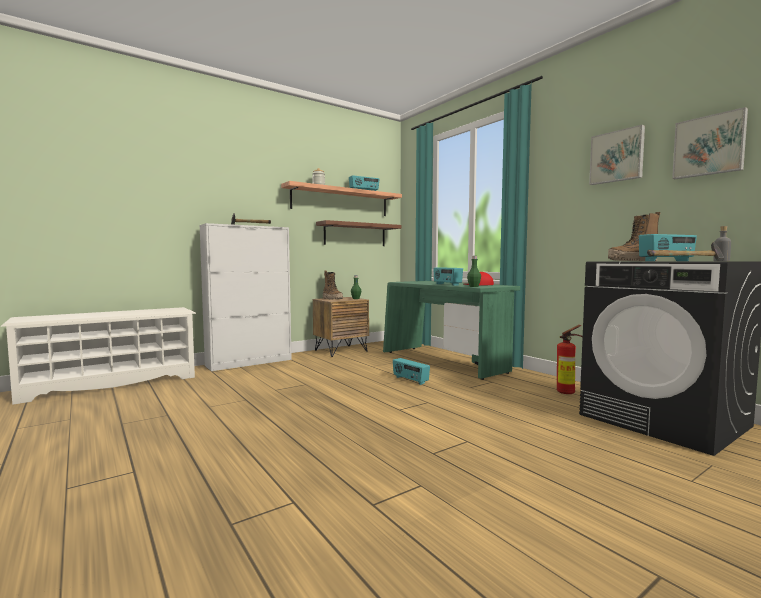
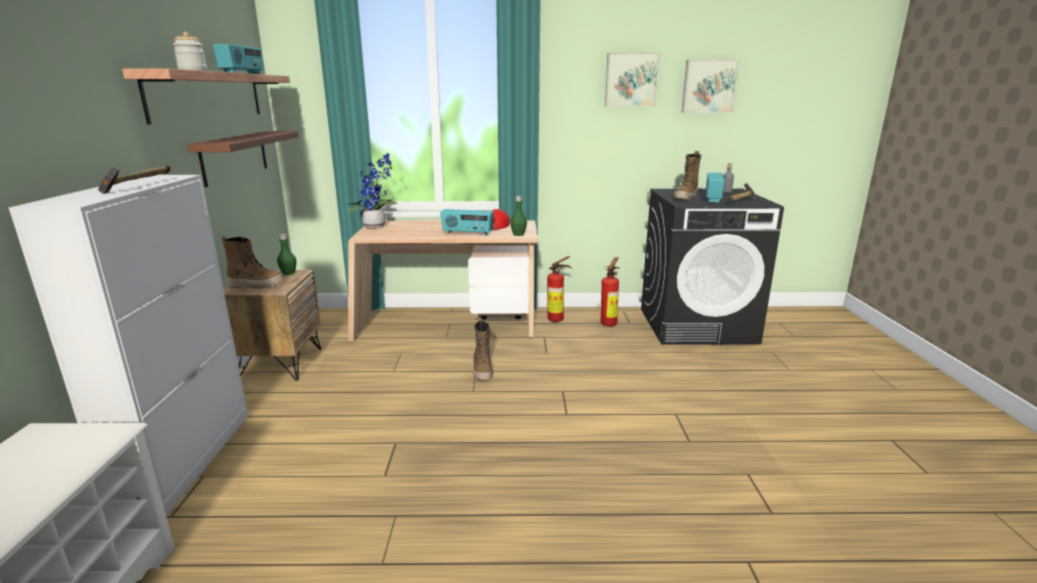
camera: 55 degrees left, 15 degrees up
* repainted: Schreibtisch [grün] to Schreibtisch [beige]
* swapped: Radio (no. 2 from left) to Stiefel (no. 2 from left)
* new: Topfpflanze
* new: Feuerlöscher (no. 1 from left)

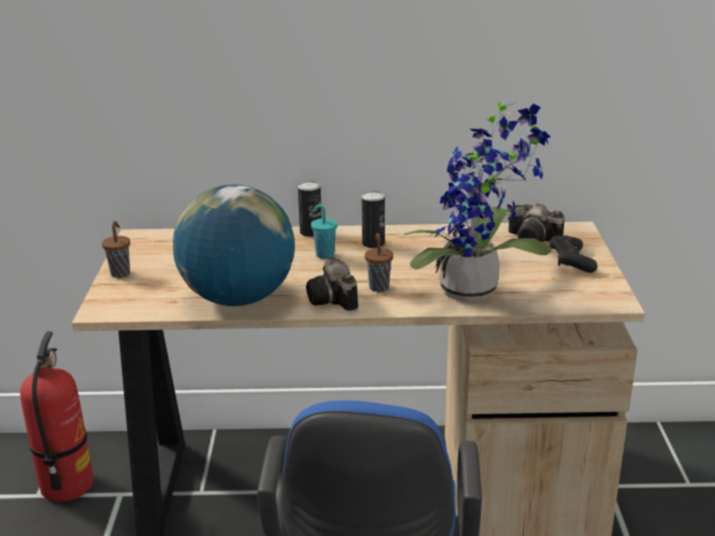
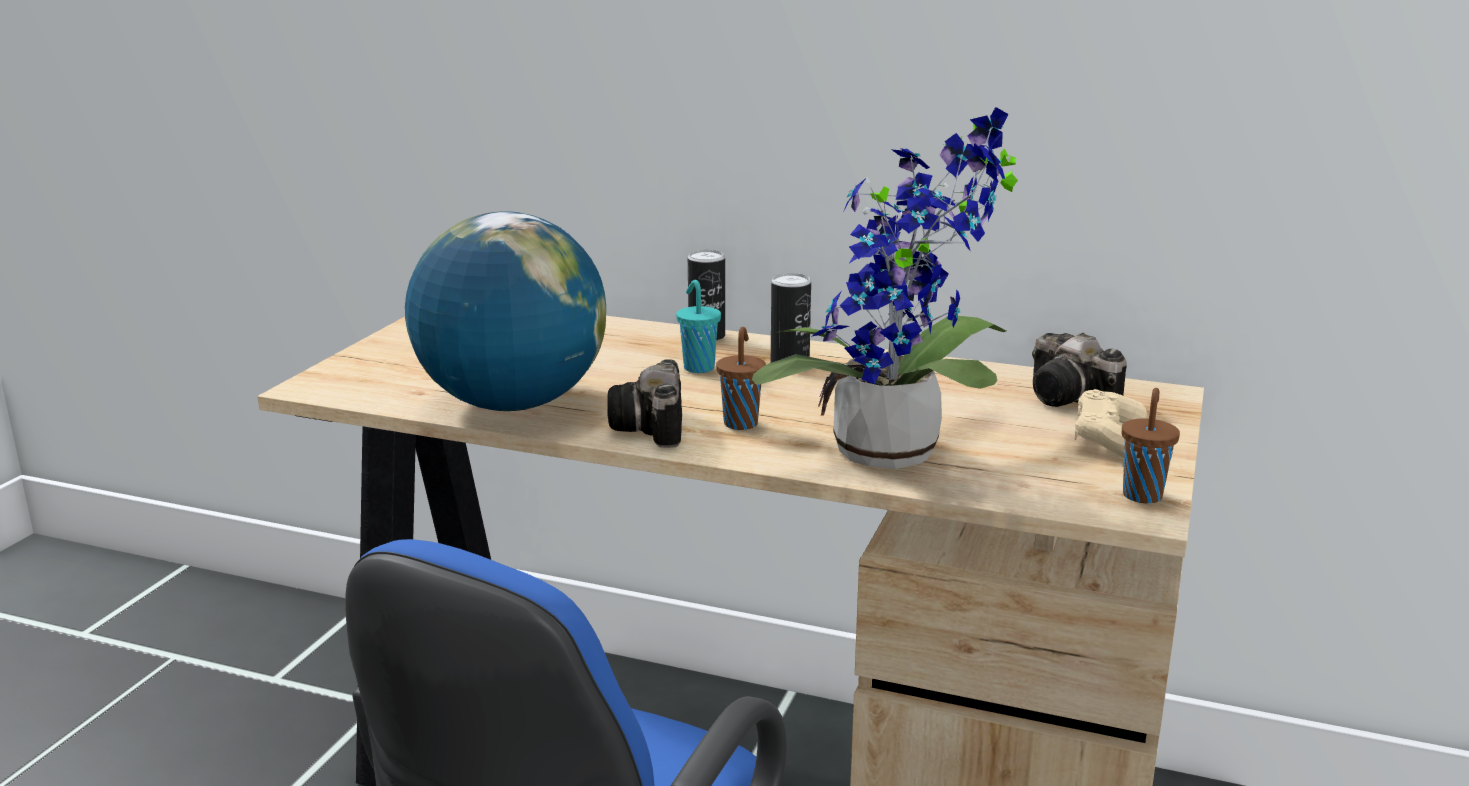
camera: 20 degrees right, 5 degrees down
* gone: Feuerlöscher
* shifted: Tasse [braun] (no. 1 from left in the first image) to Tasse [braun] (no. 2 from left)
* repainted: Gamepad [schwarz] to Gamepad [beige]

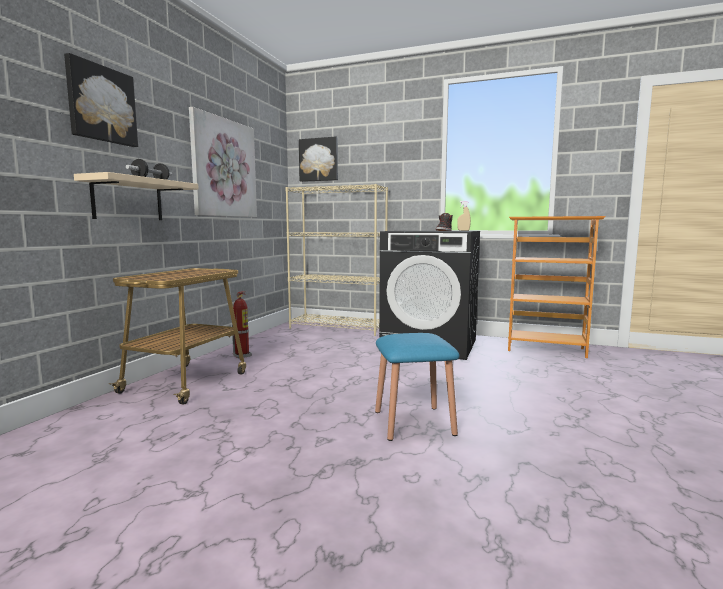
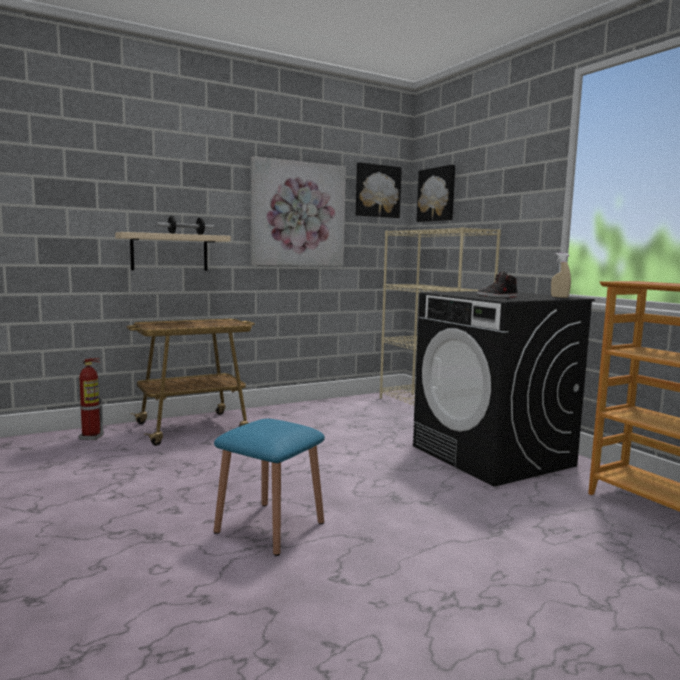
camera: 40 degrees right, 0 degrees up
* shifted: Bild (no. 1 from left in the first image) to Bild (no. 2 from left)
* shifted: Feuerlöscher

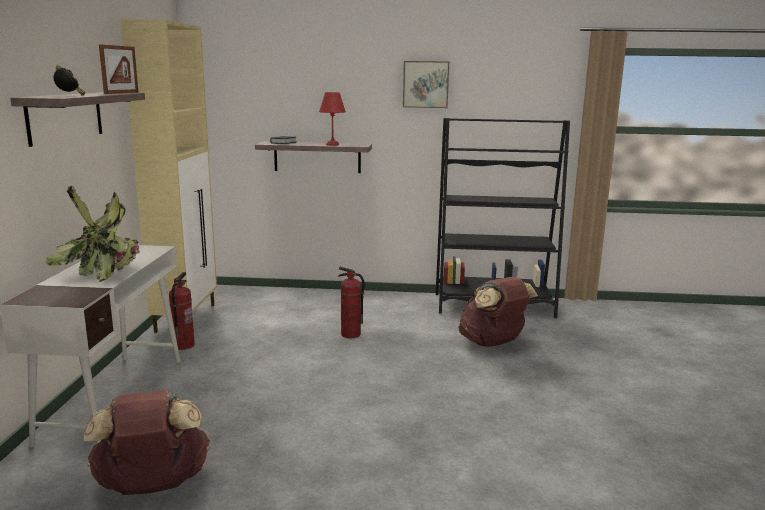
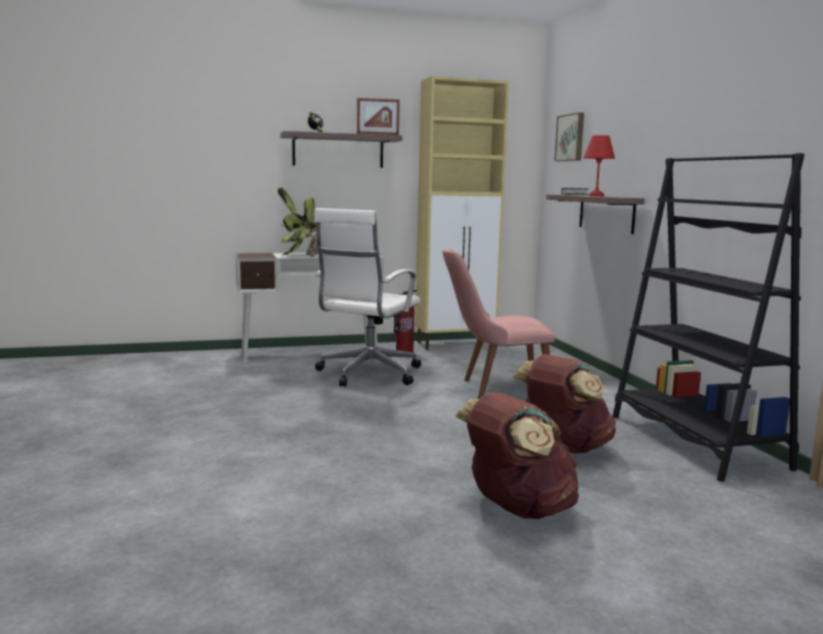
camera: 70 degrees right, 5 degrees down
* shifted: Rucksack [braun] (no. 1 from left)
* swapped: Feuerlöscher (no. 2 from left) to Stuhl [rosa]
* shifted: Bild
* new: Bürostuhl [weiß]

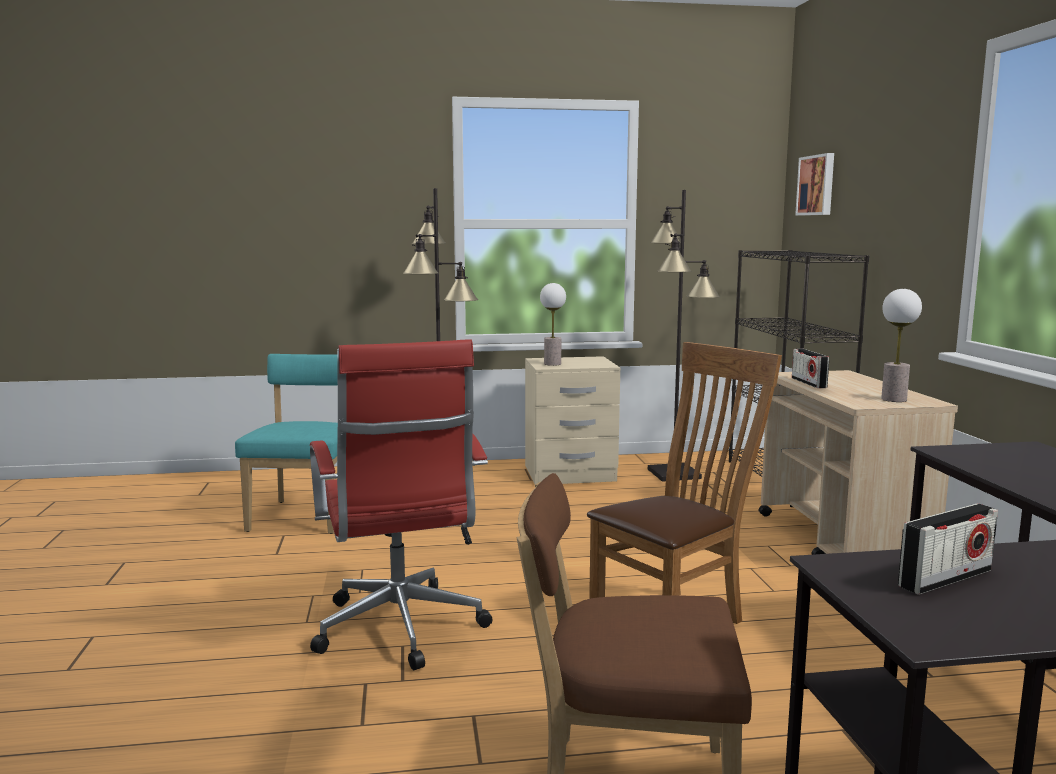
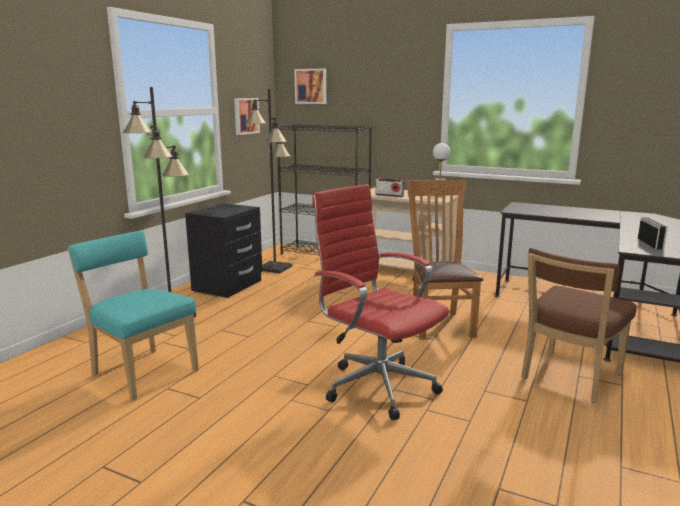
camera: 55 degrees left, 5 degrees up
* rotated: Bürostuhl [rot] 150 degrees counterclockwise
* repainted: Nachttisch [beige] to Nachttisch [schwarz]
* gone: Tischlampe (no. 1 from left)
* new: Bild (no. 1 from left)

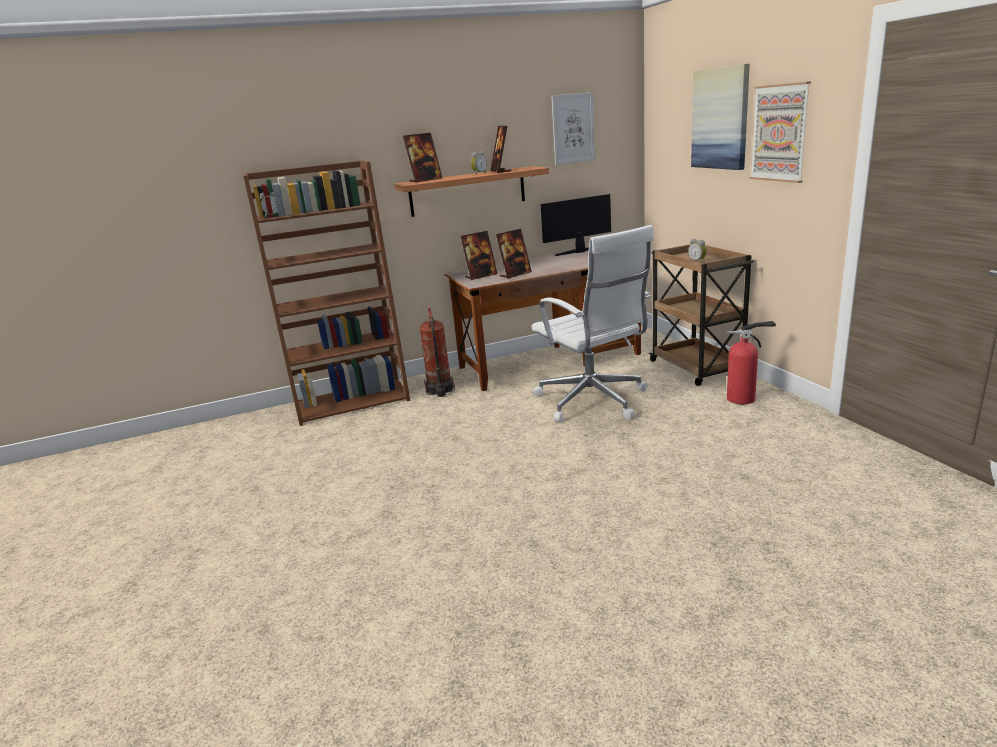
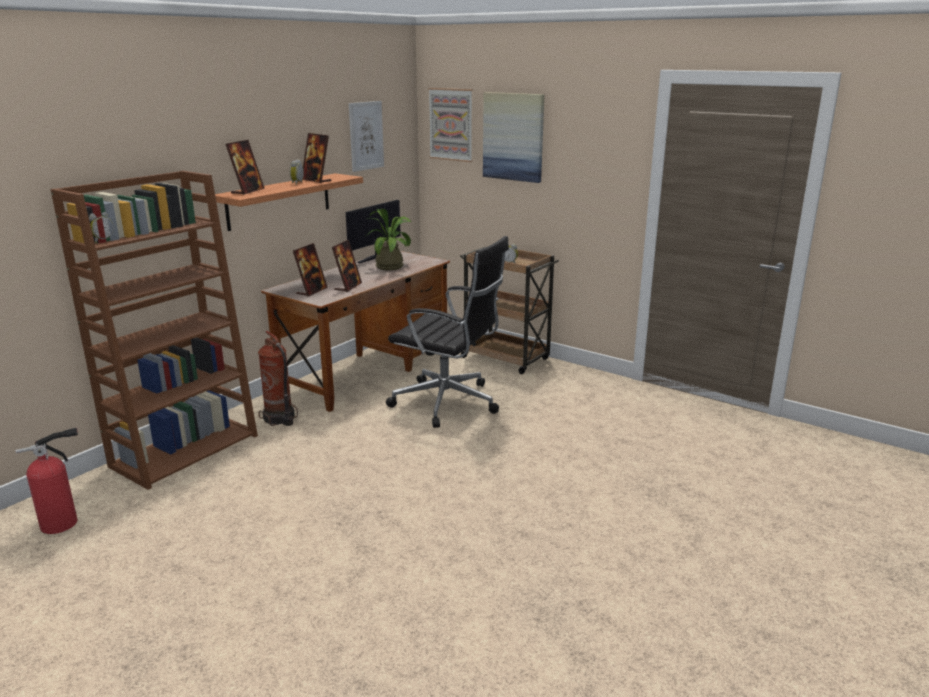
camera: 35 degrees left, 0 degrees up
* repainted: Bürostuhl [weiß] to Bürostuhl [schwarz]
* shifted: Feuerlöscher (no. 2 from left in the first image) to Feuerlöscher (no. 1 from left)
* shifted: Bild (no. 3 from left in the first image) to Bild (no. 2 from left)
* new: Topfpflanze

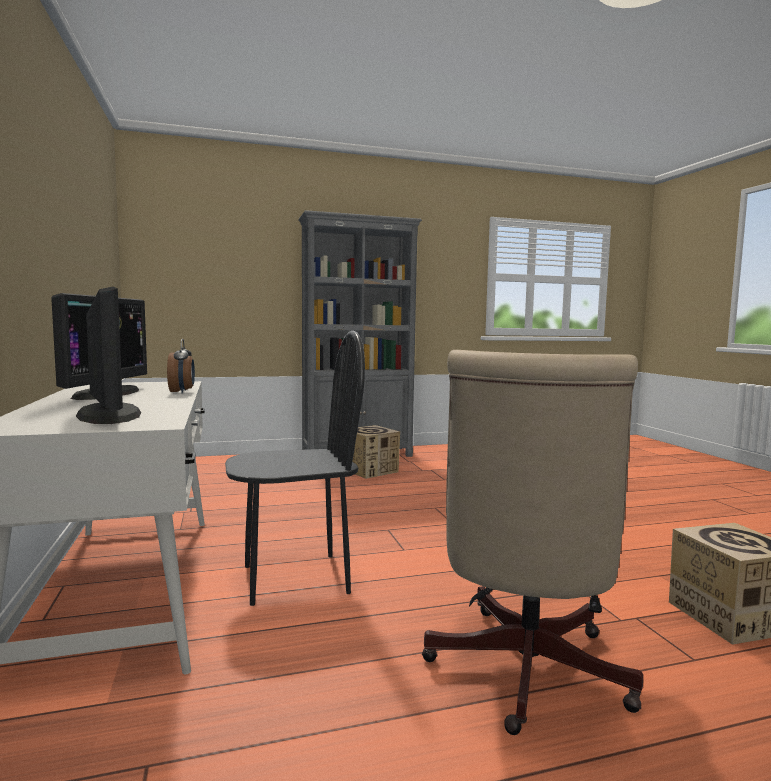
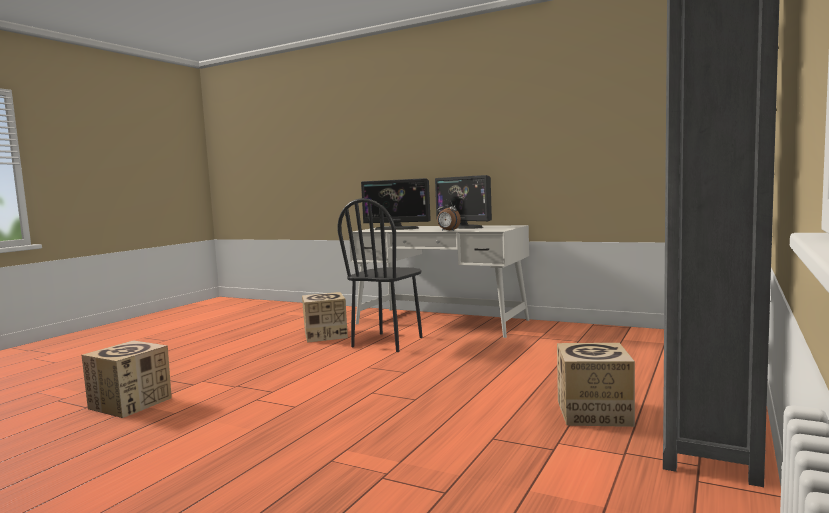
camera: 135 degrees right, 0 degrees up
* gone: Bürostuhl [beige]
* new: Karton (no. 2 from left)

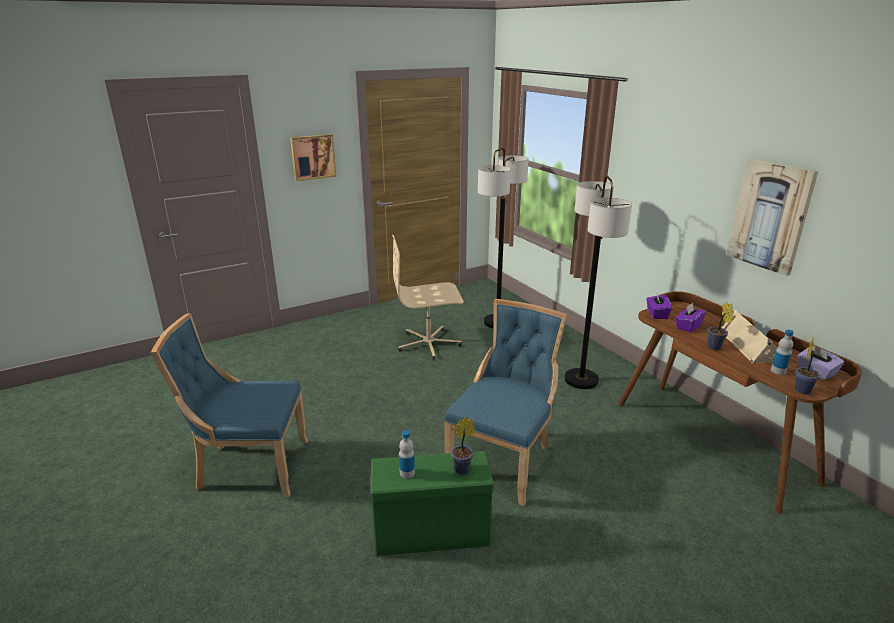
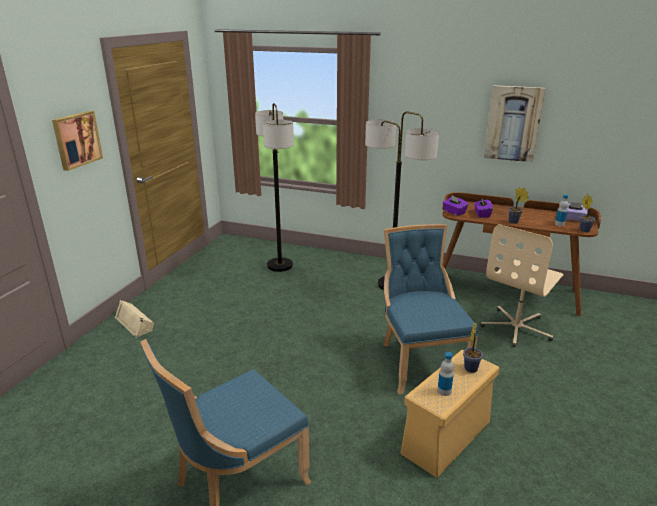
camera: 40 degrees left, 0 degrees up
* repainted: Aufbewahrungsbox [grün] to Aufbewahrungsbox [beige]
* shifted: Bürostuhl [beige]
* shifted: Lautsprecher [beige]

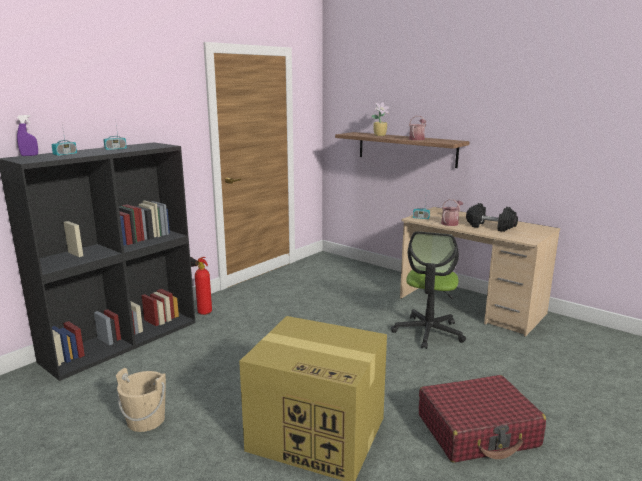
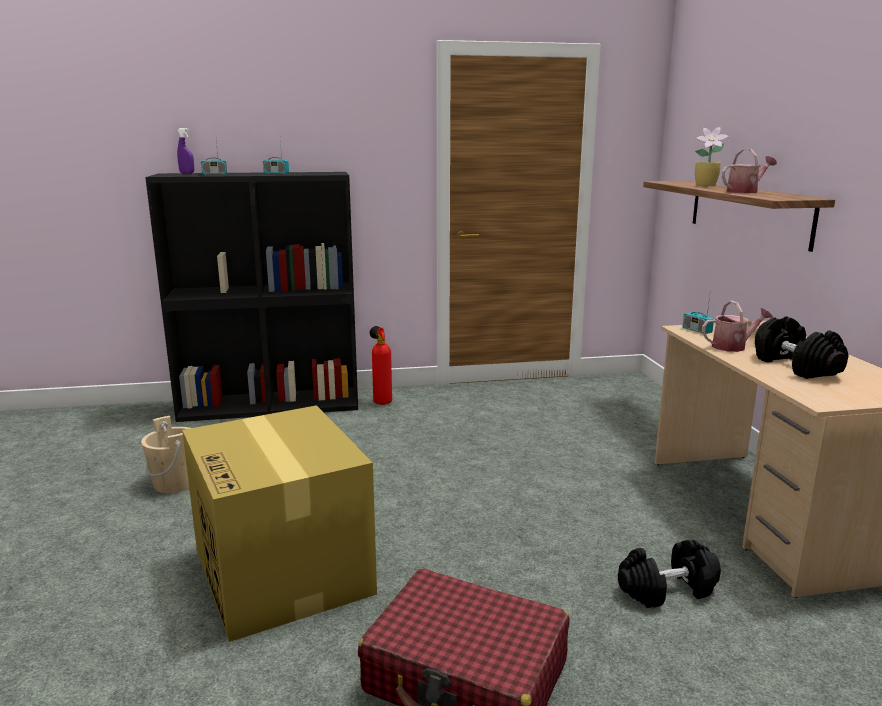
camera: 40 degrees right, 0 degrees up
* gone: Bürostuhl
* new: Hantel [schwarz] (no. 1 from left)

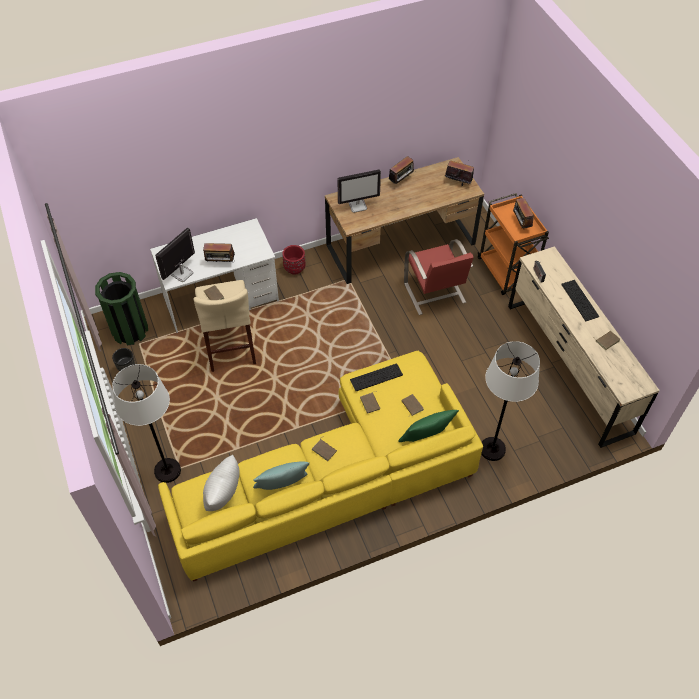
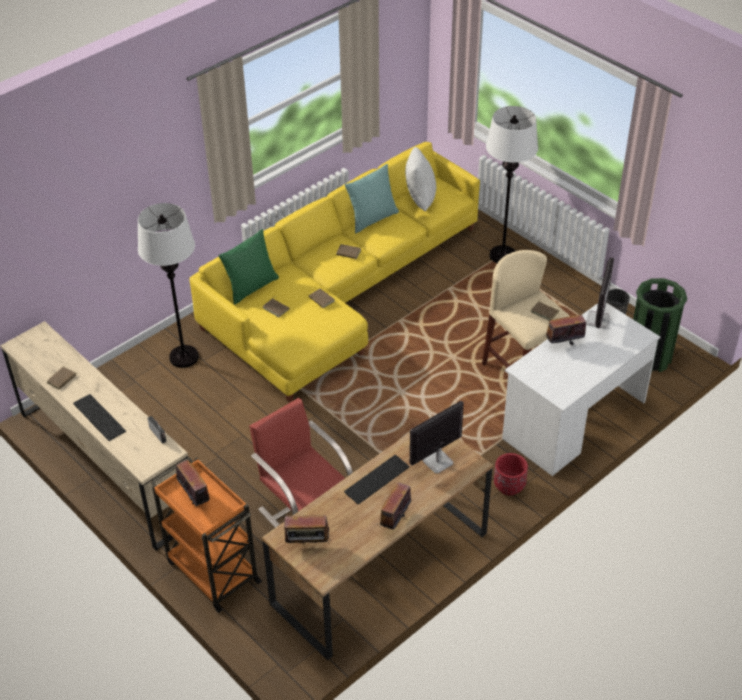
camera: 160 degrees right, 10 degrees down
* shifted: Tastatur (no. 1 from left in the first image) to Tastatur (no. 2 from left)

